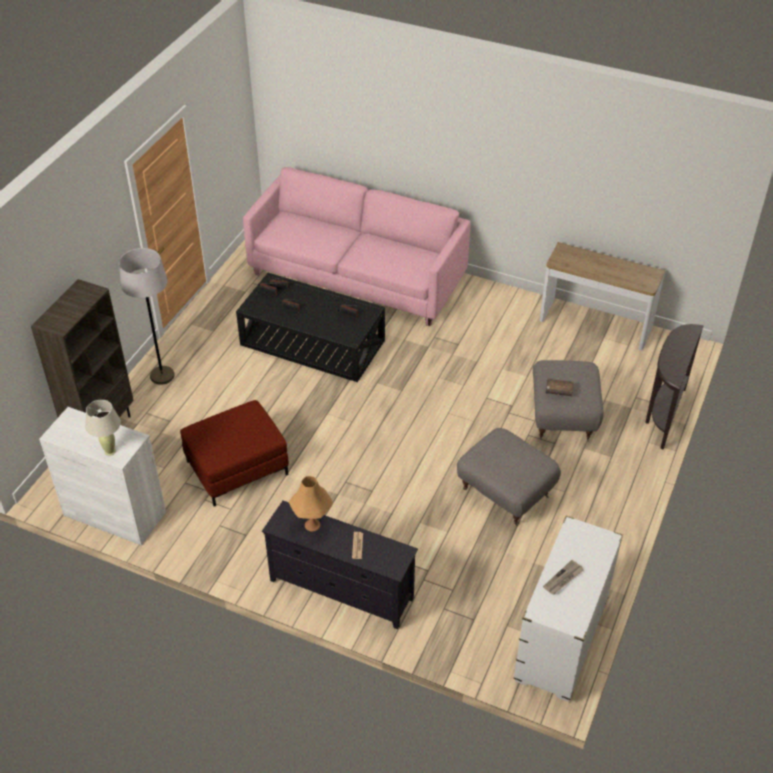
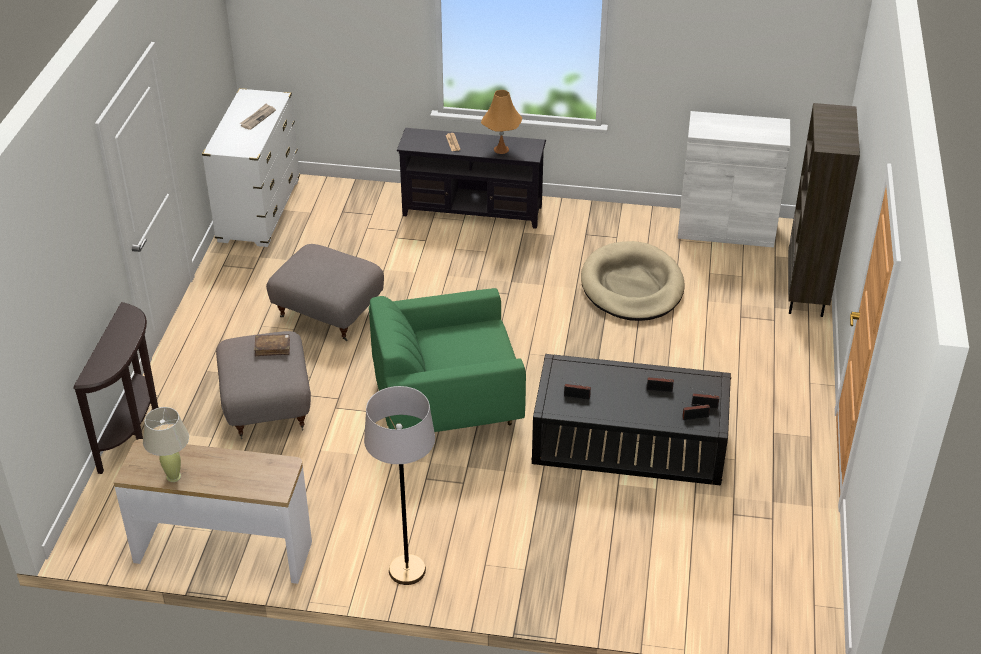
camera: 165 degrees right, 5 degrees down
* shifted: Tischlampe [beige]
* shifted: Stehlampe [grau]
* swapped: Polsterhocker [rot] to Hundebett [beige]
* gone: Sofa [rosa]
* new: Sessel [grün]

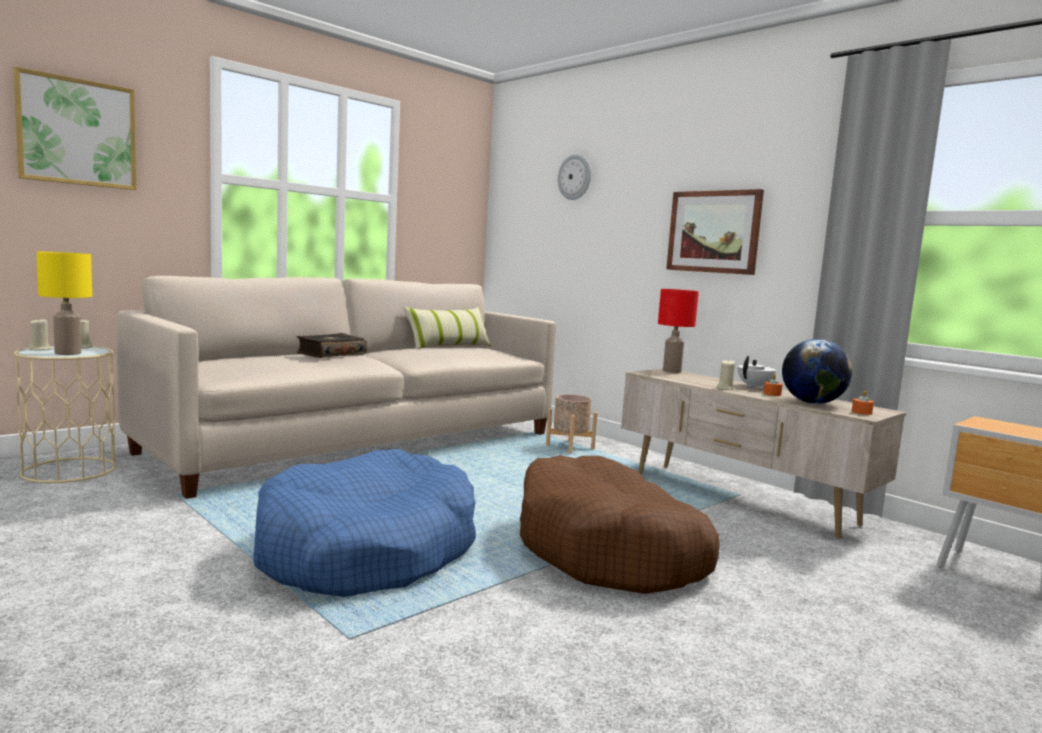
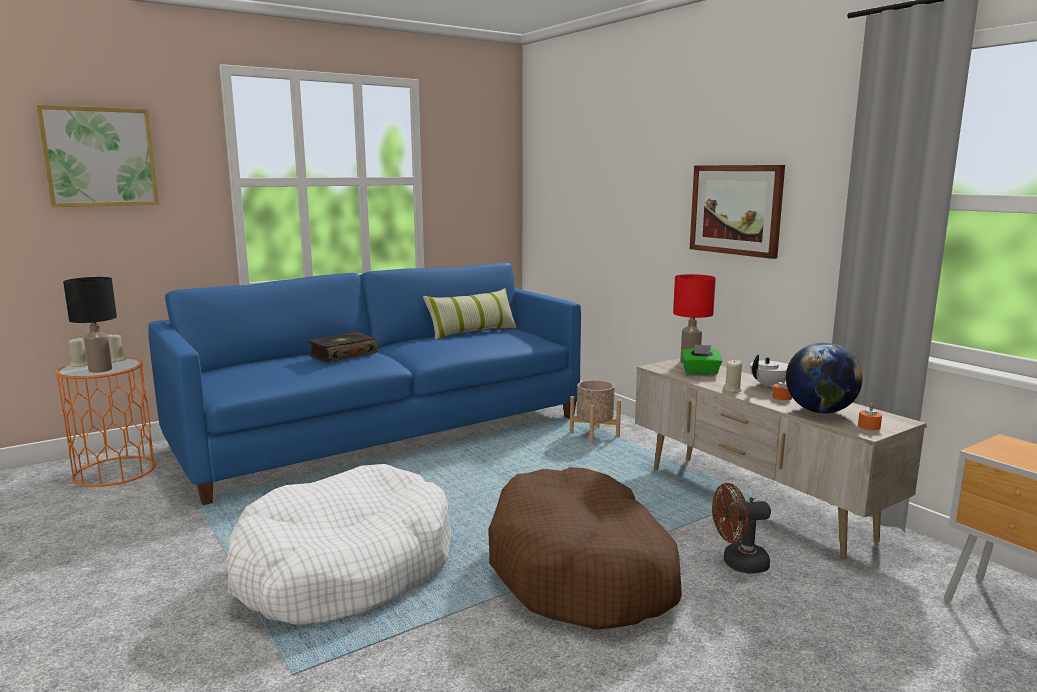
camera: 10 degrees right, 5 degrees up
* repainted: Beistelltisch [beige] to Beistelltisch [orange]
* repainted: Tischlampe [gelb] to Tischlampe [schwarz]
* repainted: Sofa [beige] to Sofa [blau]
* repainted: Hundebett [blau] to Hundebett [weiß]
* gone: Wanduhr
* new: Taschentuchbox [grün]
* new: Ventilator [braun]

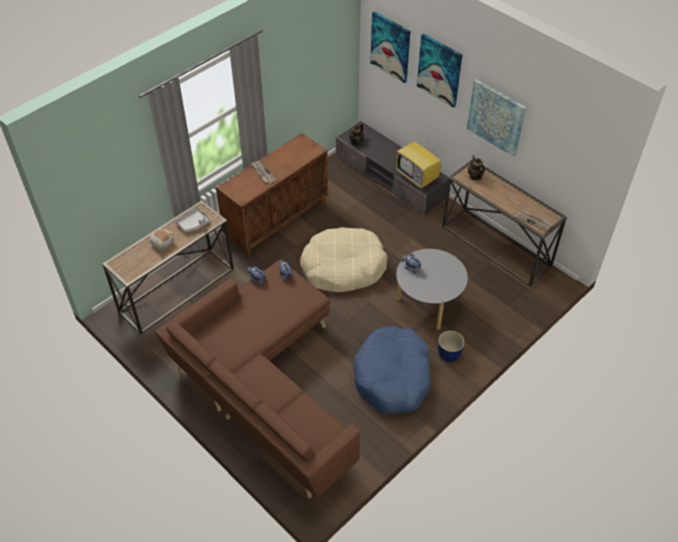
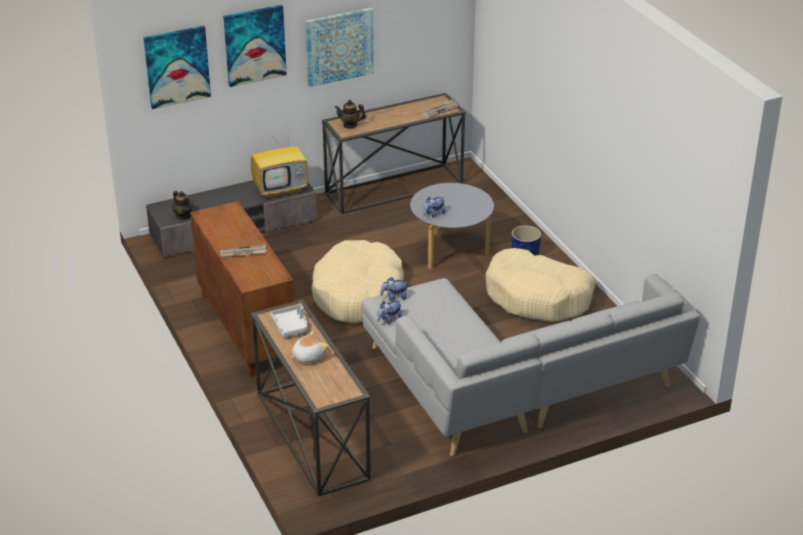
camera: 70 degrees left, 15 degrees down
* repainted: Sofa [braun] to Sofa [grau]
* repainted: Hundebett [blau] to Hundebett [beige] (no. 2 from left)

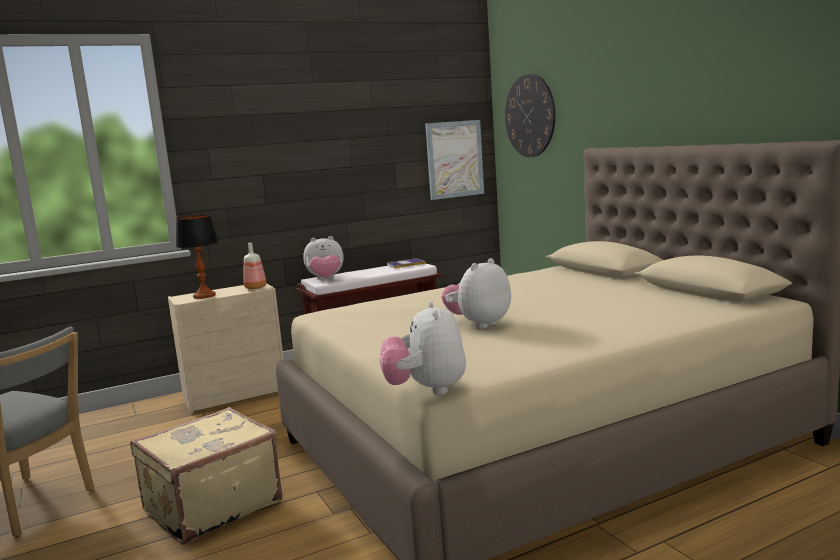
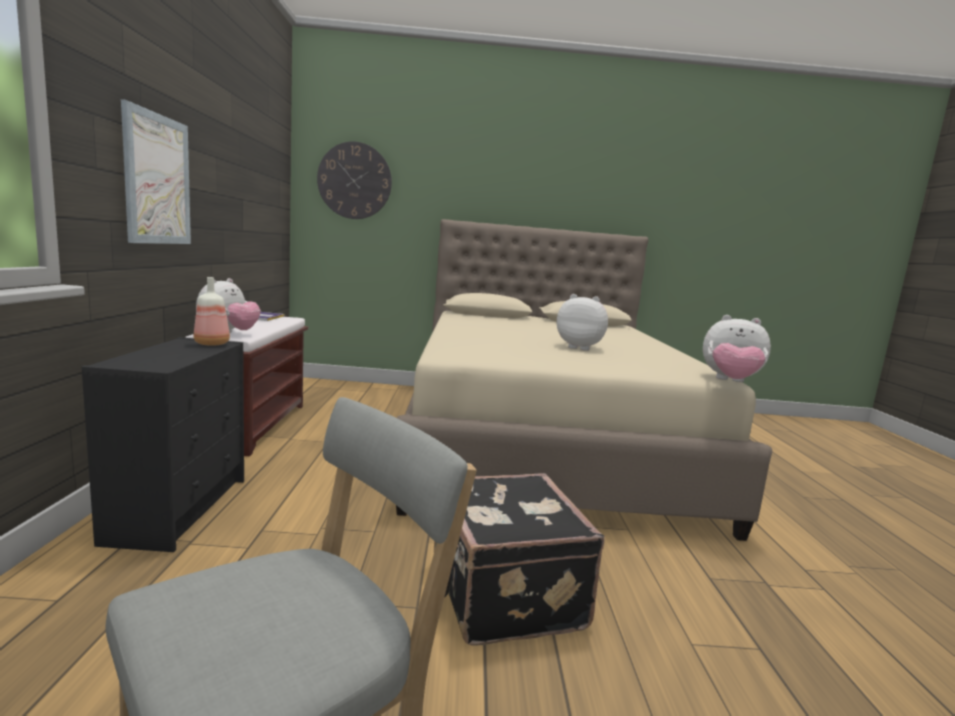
camera: 65 degrees left, 0 degrees up
* repainted: Koffer [beige] to Koffer [schwarz]
* repainted: Kommode [beige] to Kommode [schwarz]
* gone: Tischlampe
* shifted: Bild
* rotated: Plüschtier (no. 3 from left in the first image) 135 degrees clockwise

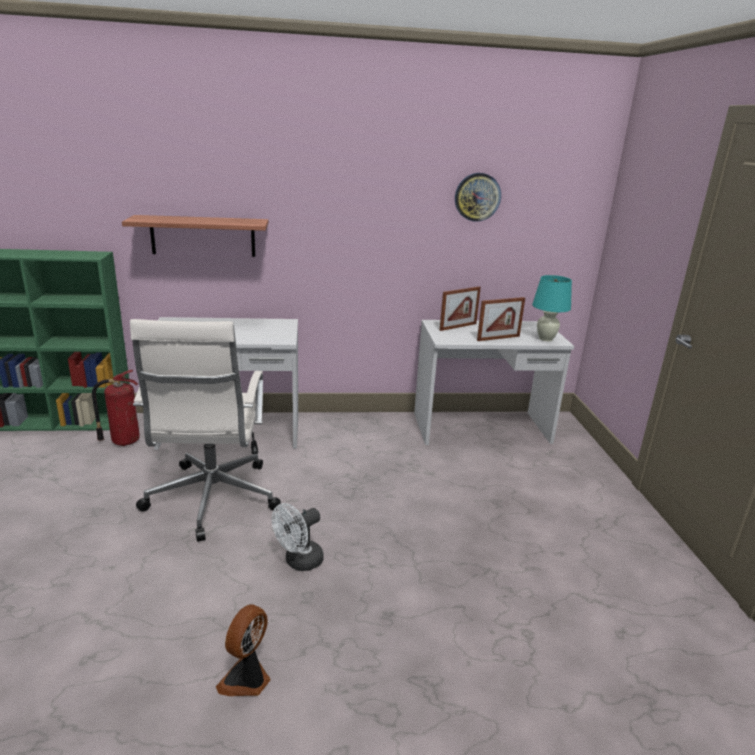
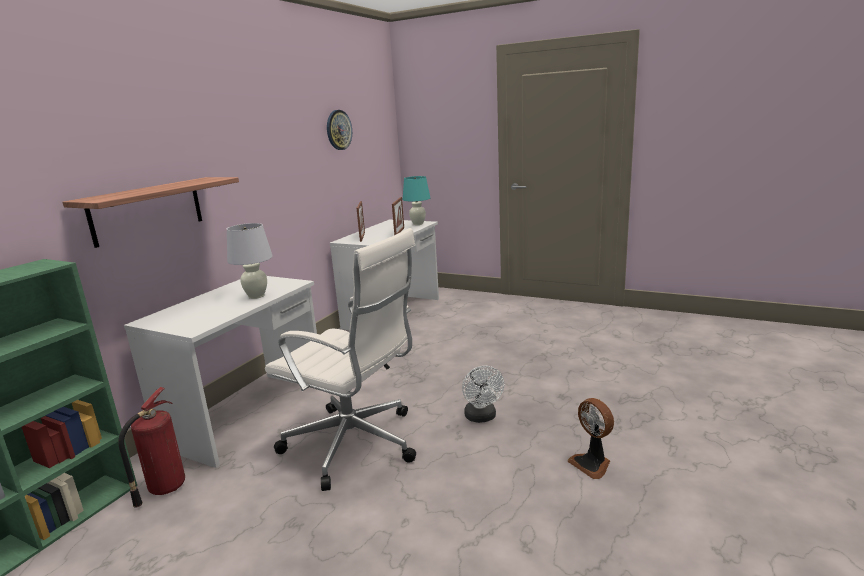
camera: 55 degrees left, 5 degrees down
* new: Tischlampe [weiß]

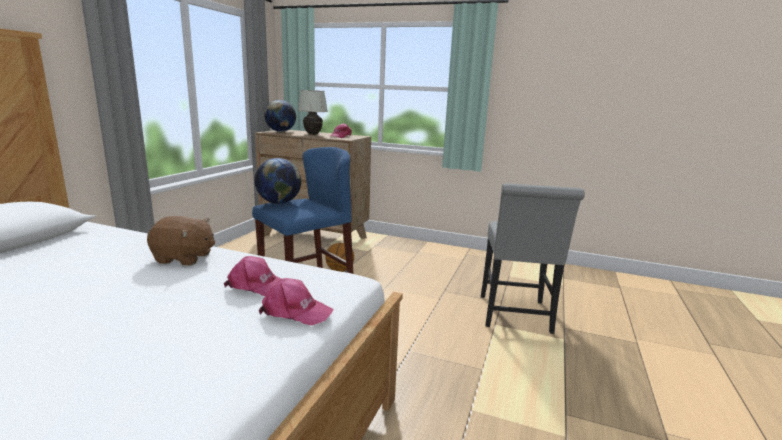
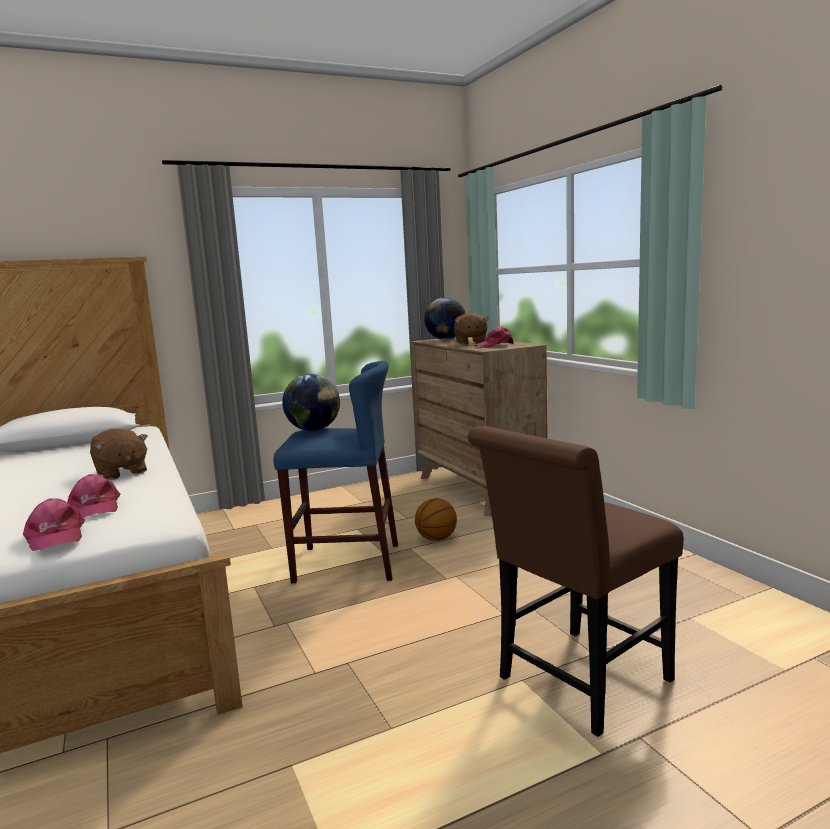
camera: 45 degrees right, 5 degrees down
* swapped: Tischlampe [weiß] to Plüschtier [braun] (no. 2 from left)
* repainted: Stuhl [grau] to Stuhl [braun]

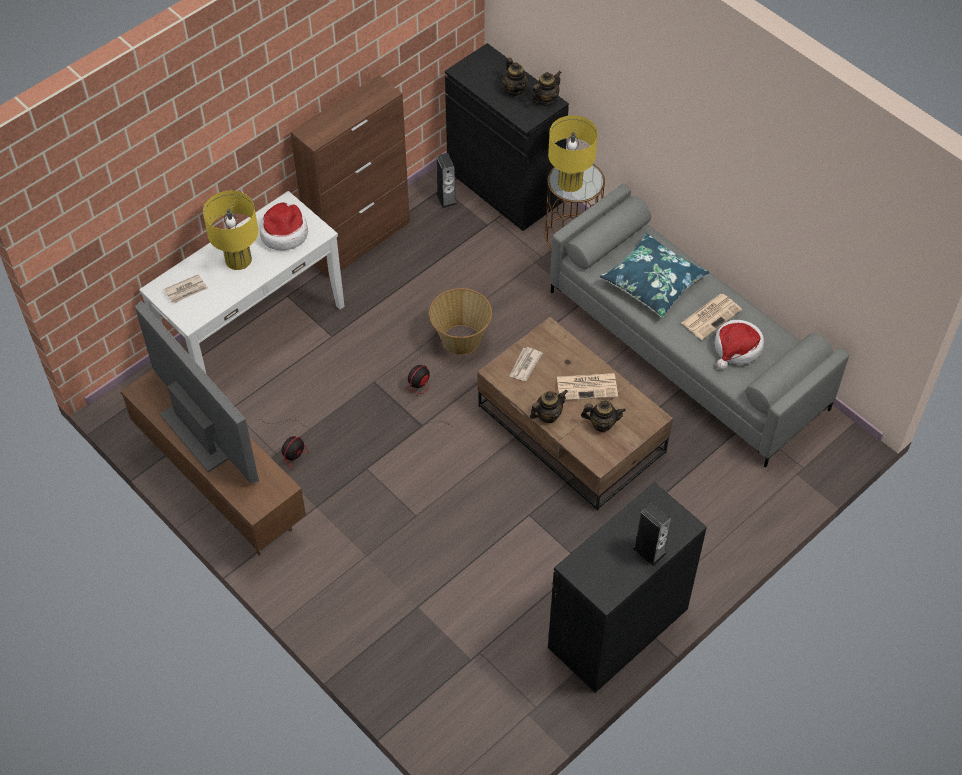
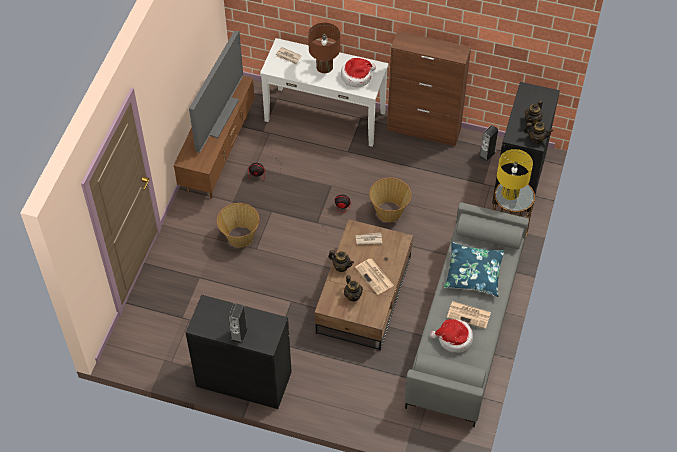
camera: 60 degrees right, 0 degrees up
* repainted: Tischlampe [gelb] (no. 1 from left) to Tischlampe [braun]
* new: Korb (no. 1 from left)

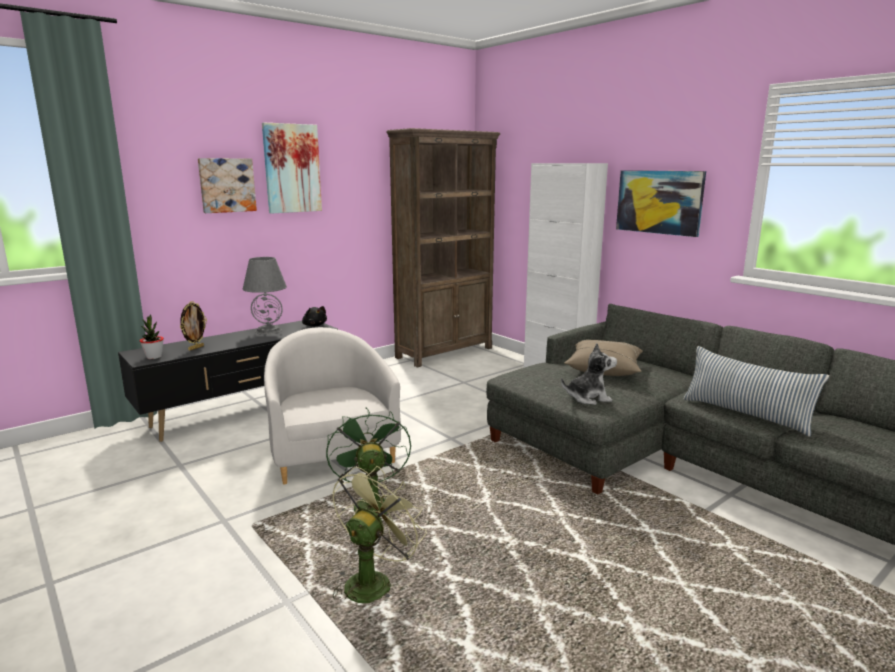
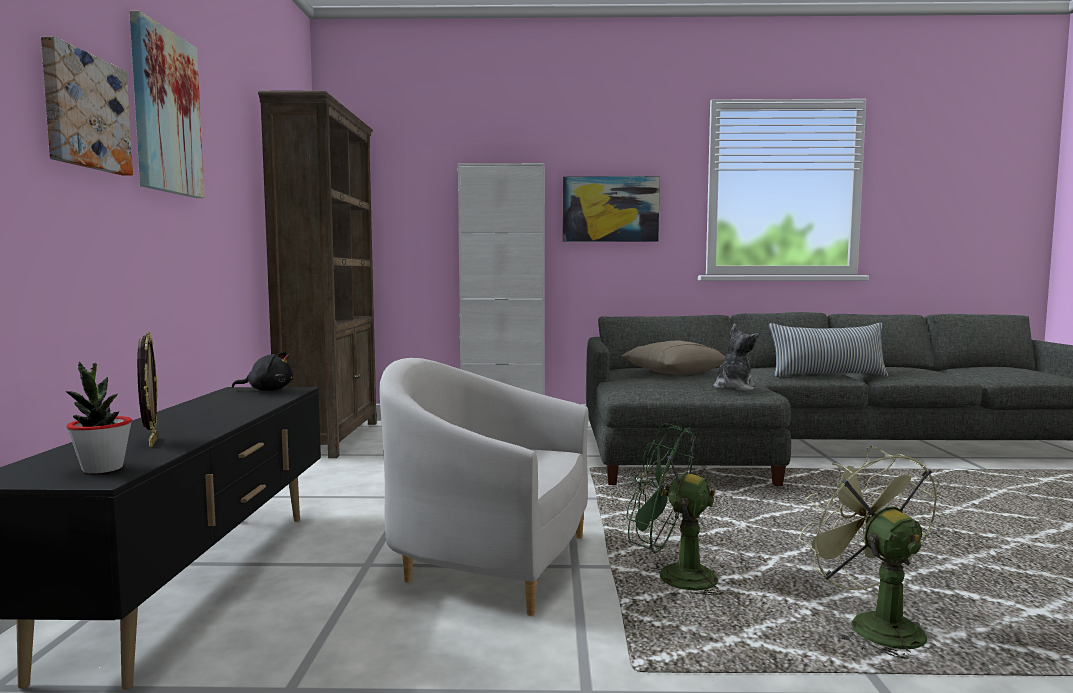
camera: 50 degrees left, 10 degrees down
* gone: Tischlampe [grau]

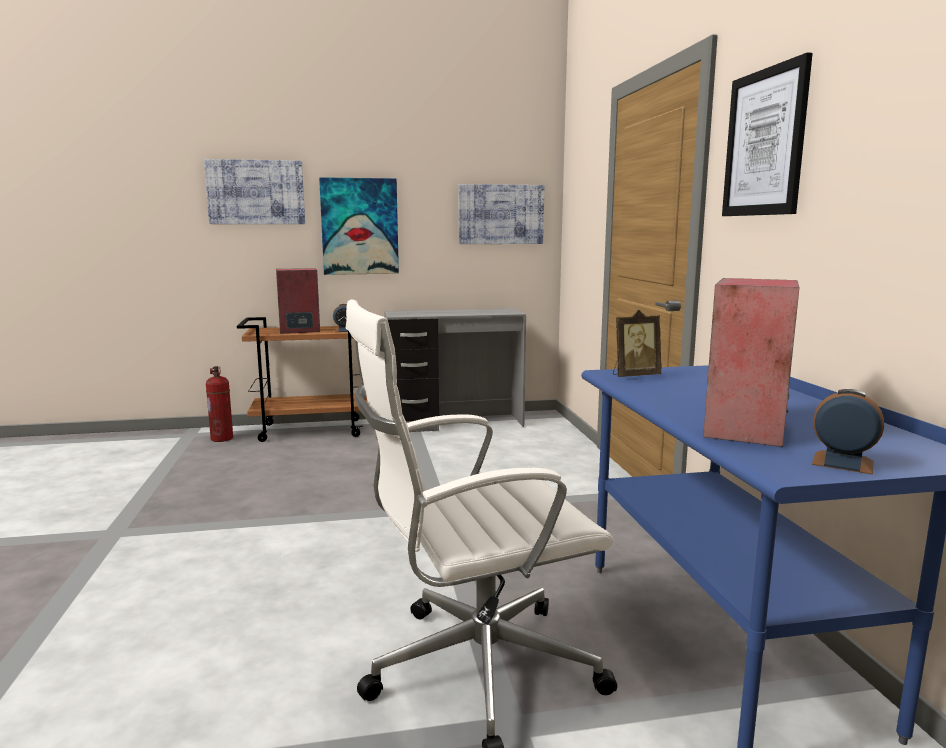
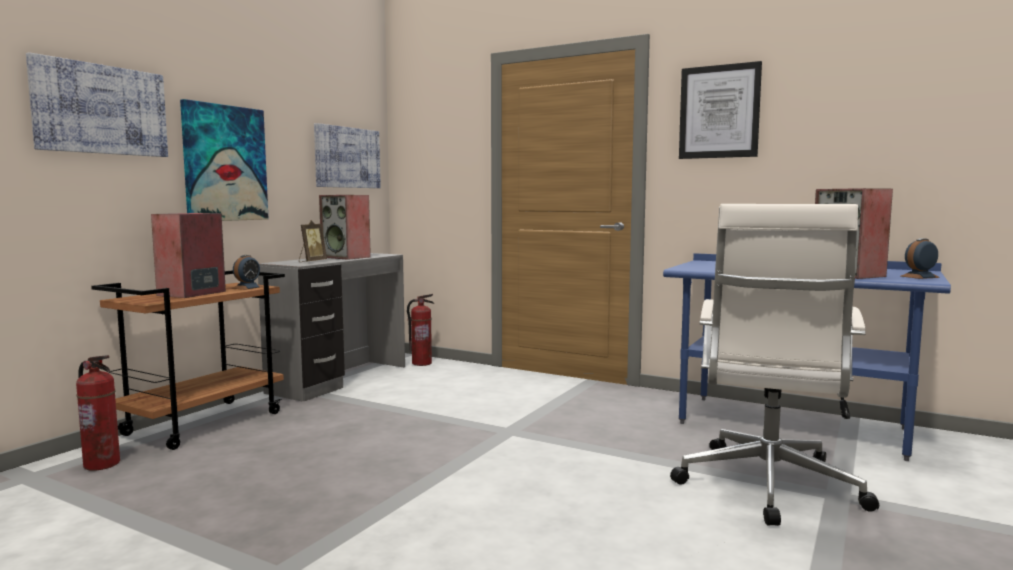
camera: 50 degrees left, 5 degrees down
* shifted: Bilderrahmen
* new: Lautsprecher (no. 2 from left)
* new: Feuerlöscher (no. 2 from left)

